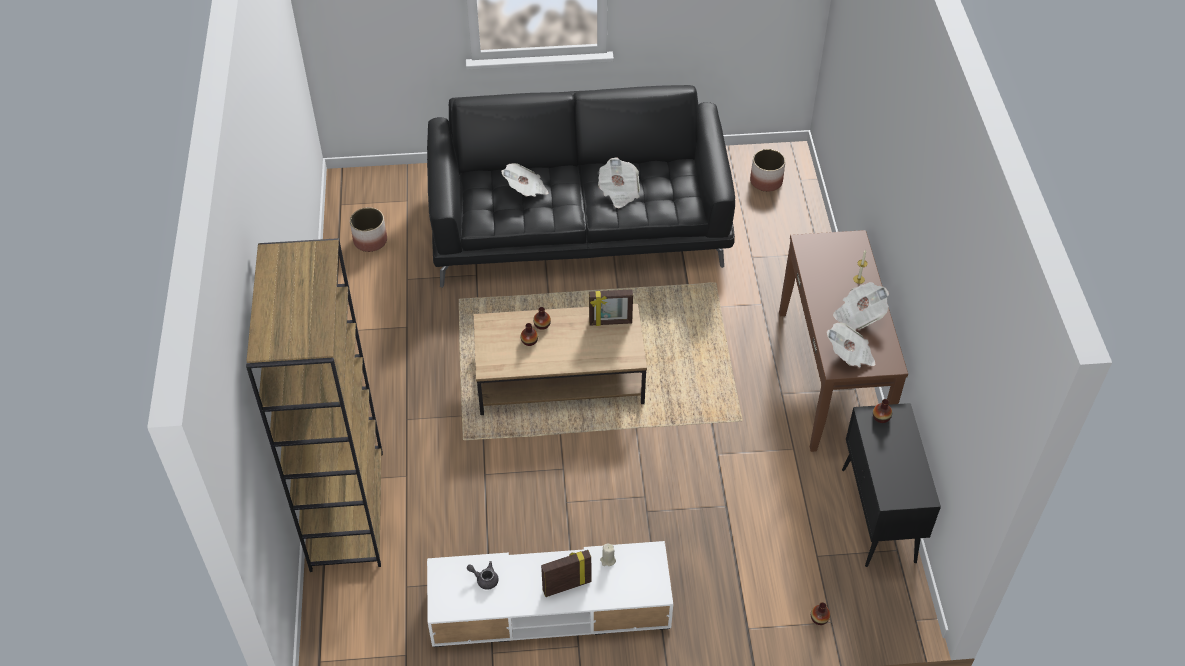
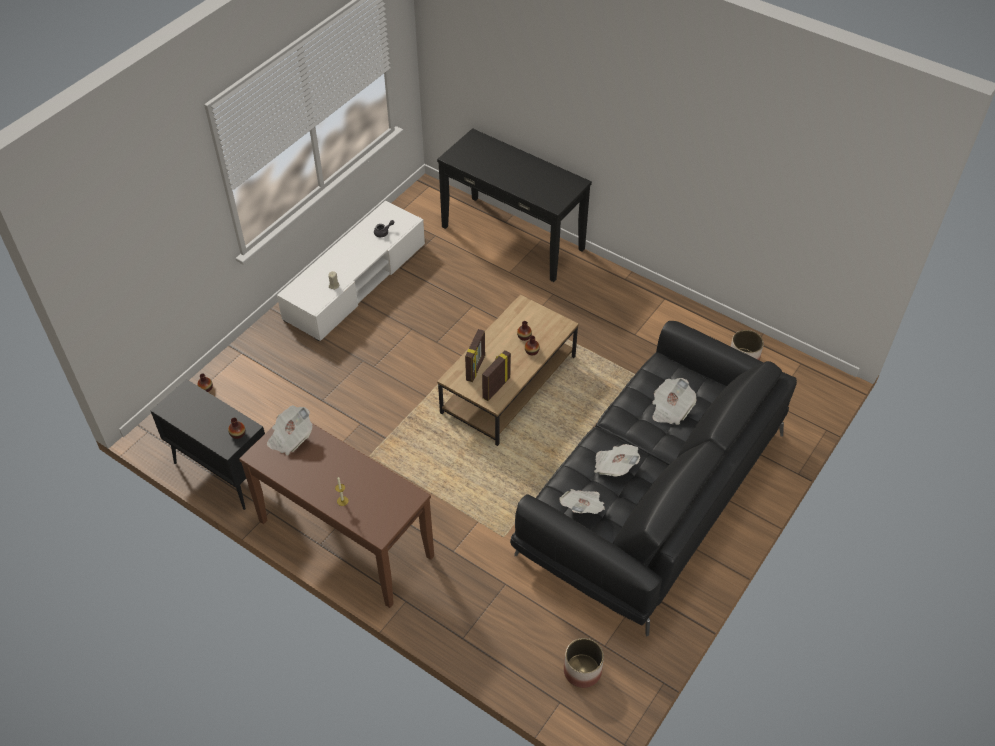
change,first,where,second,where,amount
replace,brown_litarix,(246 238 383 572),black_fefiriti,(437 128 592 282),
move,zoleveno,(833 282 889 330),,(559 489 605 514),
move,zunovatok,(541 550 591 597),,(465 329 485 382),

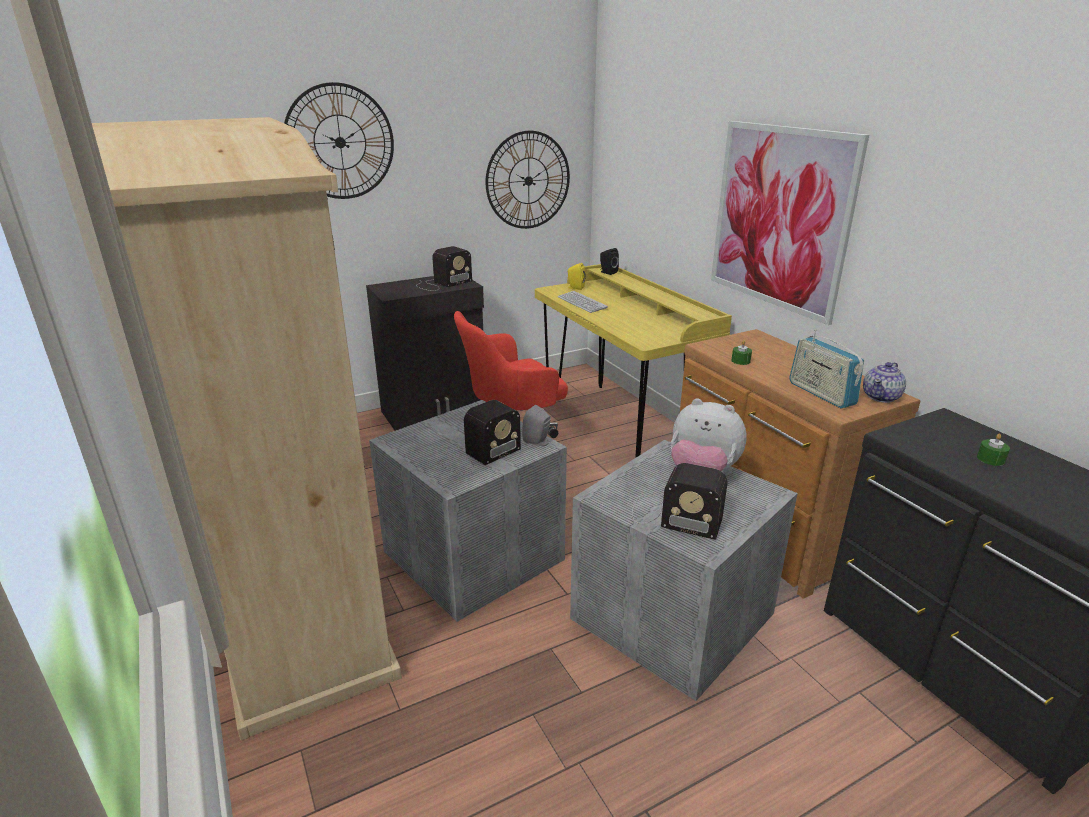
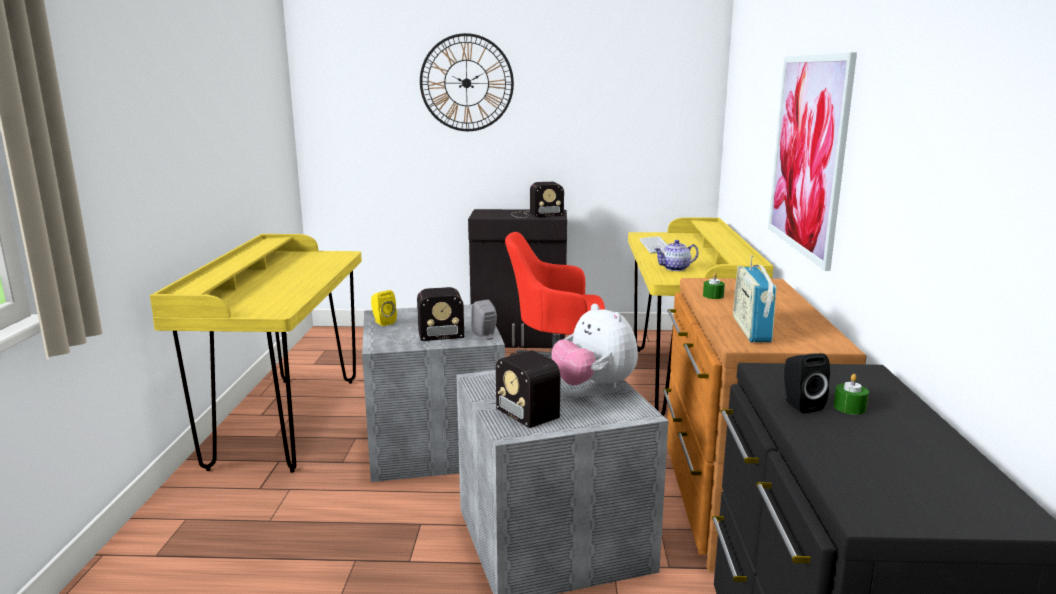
change,first,where,second,where,amount
replace,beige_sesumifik,(92 117 402 740),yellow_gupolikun,(150 234 362 473),
delete,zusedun,(486 131 570 229),,,
move,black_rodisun,(600 248 619 275),,(784 353 830 413),
move,yellow_rodisun,(567 263 586 290),,(371 290 397 326),
move,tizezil,(863 362 906 403),,(654 240 698 271),

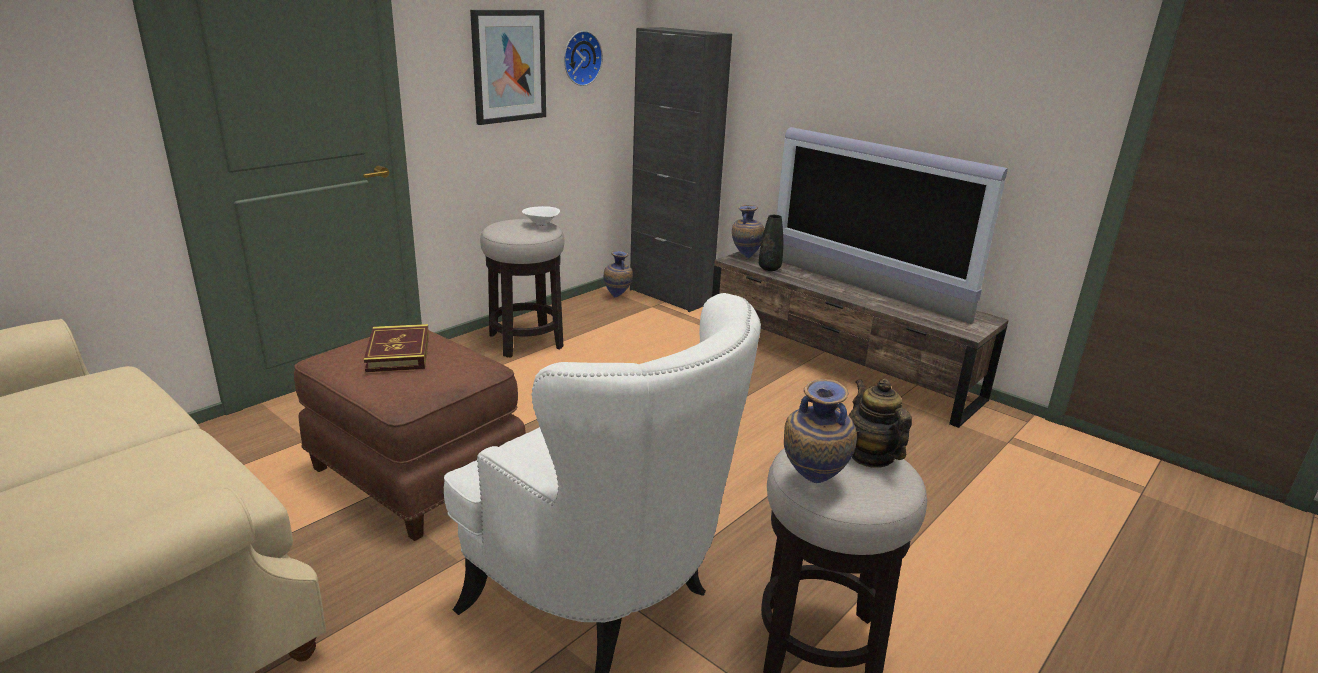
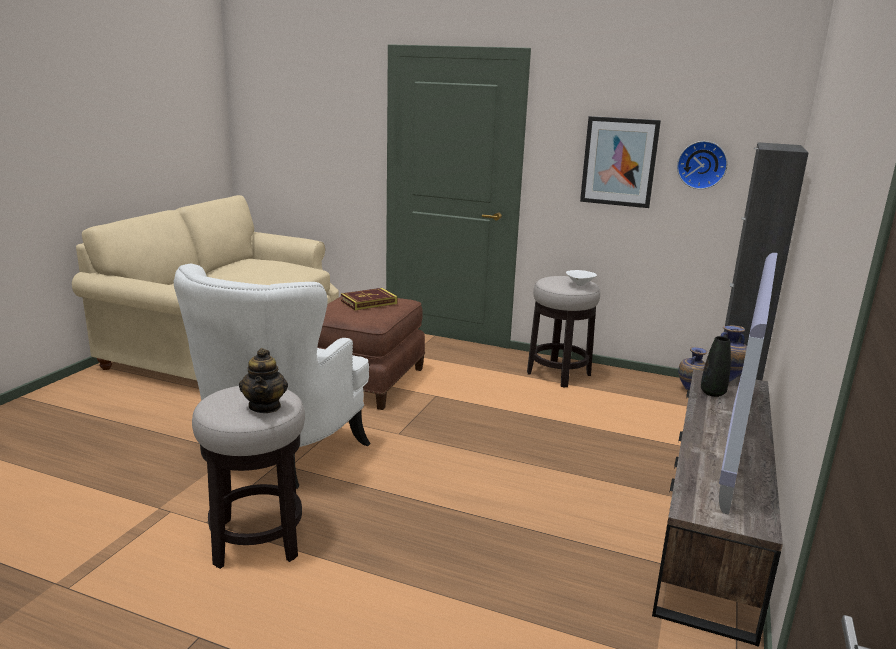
change,first,where,second,where,amount
rotate,tizezil,(848 378 912 468),,(239 348 288 413),120 degrees clockwise
delete,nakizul,(784 379 857 483),,,

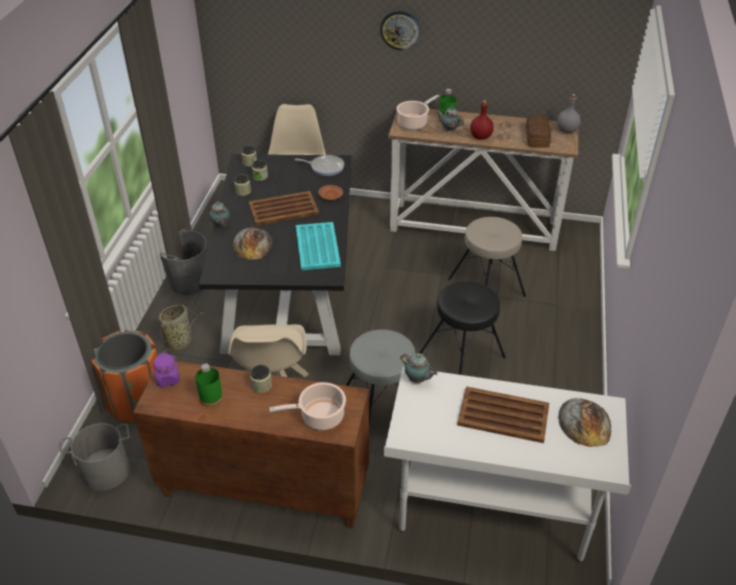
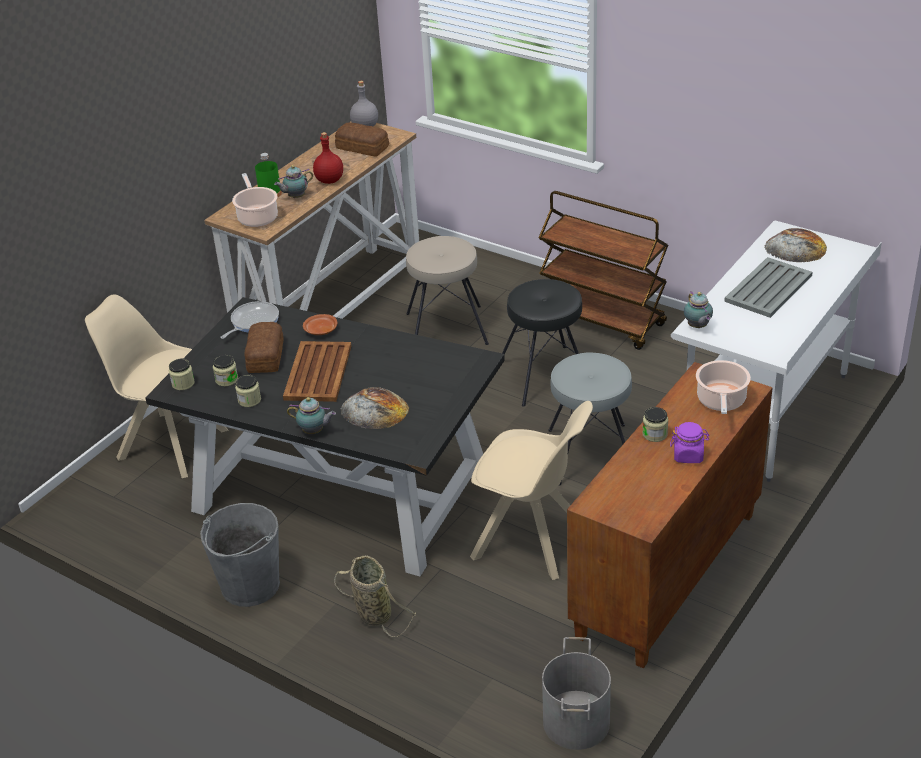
change,first,where,second,where,amount
delete,zusedun,(380 10 421 51),,,
delete,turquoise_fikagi,(296 222 341 270),,,
delete,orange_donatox,(91 330 157 423),,,
move,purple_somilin,(154 352 180 387),,(670 422 709 463),
rotate,tizezil,(400 353 438 383),,(684 292 713 328),105 degrees clockwise
delete,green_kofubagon,(195 363 223 407),,,
recolor,brown_fikagi,(457 386 549 443),grey_fikagi,(724 257 813 318),
insert,,,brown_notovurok,(539 191 668 350),
insert,,,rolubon,(245 322 283 373),

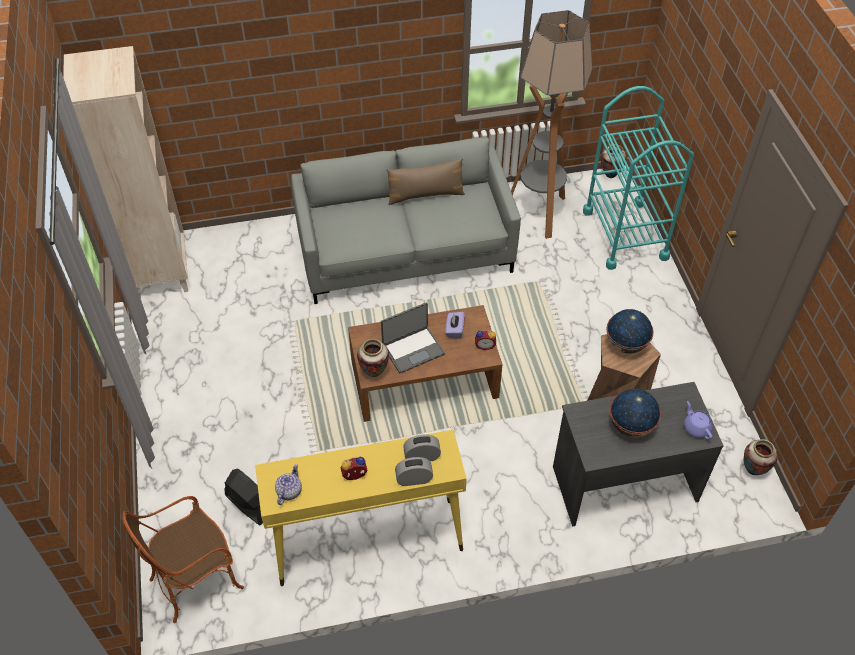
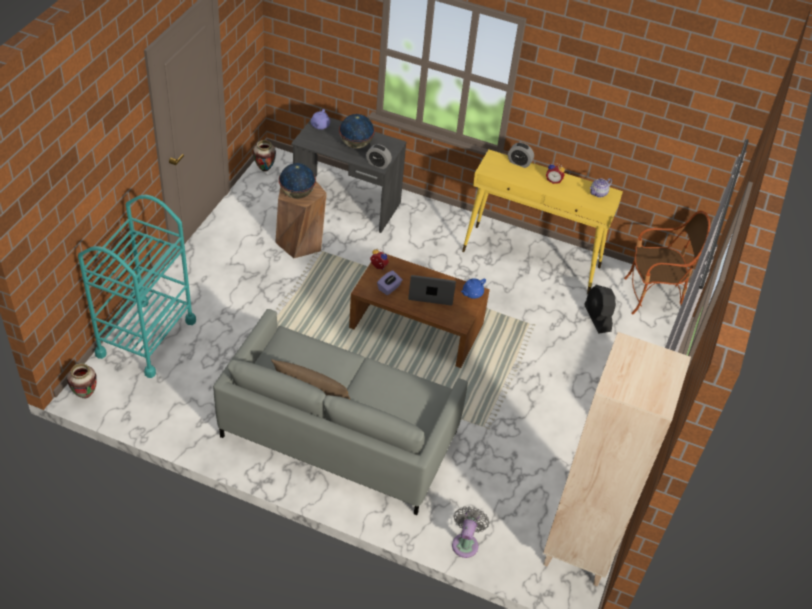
change,first,where,second,where,amount
delete,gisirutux,(511 10 593 239),,,
replace,nakizul,(357 339 389 377),blue_tizezil,(461 278 486 299),
move,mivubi,(403 434 441 461),,(366 144 392 169),
insert,,,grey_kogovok,(452 507 490 558),

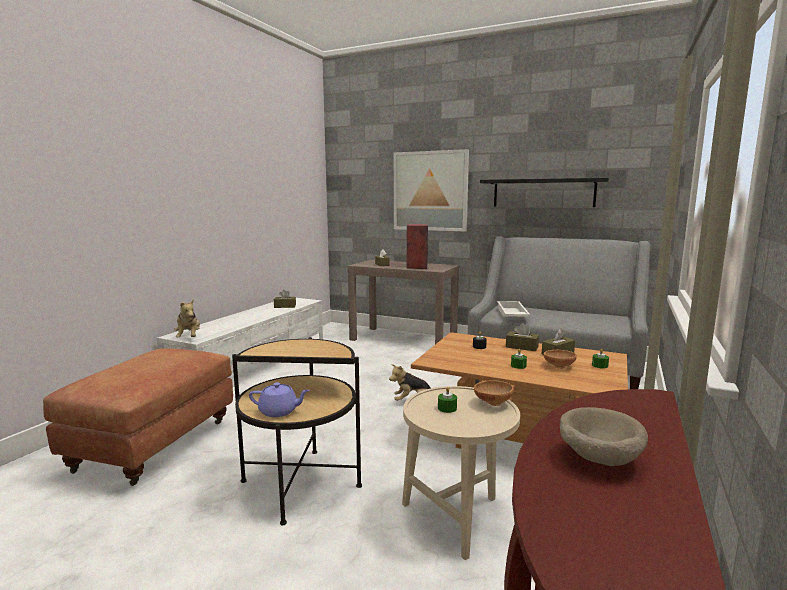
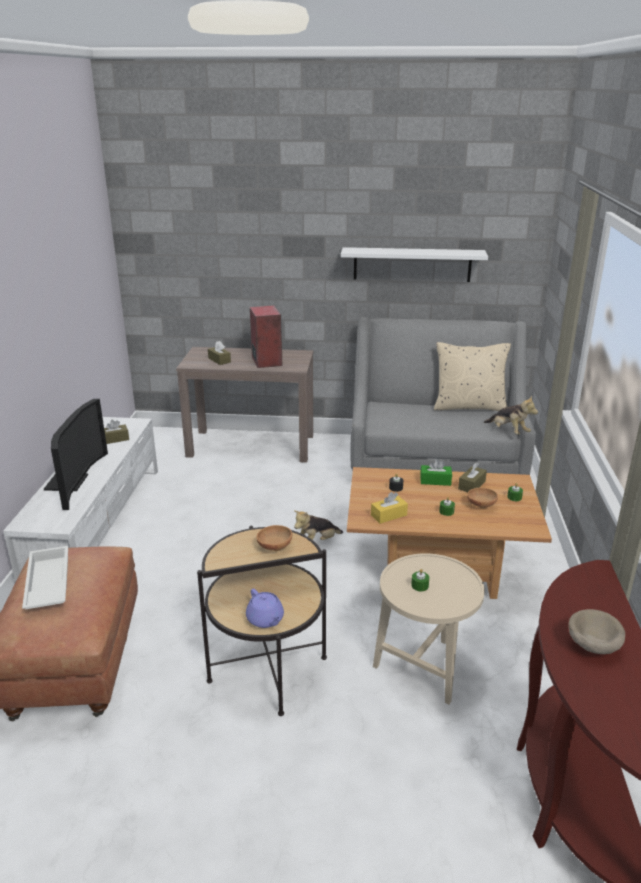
change,first,where,second,where,amount
delete,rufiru,(394 149 469 232),,,
recolor,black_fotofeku,(480 178 609 207),white_fotofeku,(341 247 488 282),
move,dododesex,(174 299 200 337),,(484 396 538 435),
move,white_fikagi,(497 301 530 317),,(22 546 68 610),
recolor,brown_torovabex,(506 323 539 351),green_torovabex,(420 459 452 486),
move,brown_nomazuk,(474 380 514 406),,(257 525 292 551),
rotate,purple_tizezil,(249 382 310 417),,(246 589 284 628),75 degrees clockwise
insert,,,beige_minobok,(434 342 511 411),
insert,,,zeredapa,(44 399 108 510),
insert,,,yellow_torovabex,(371 492 408 524),

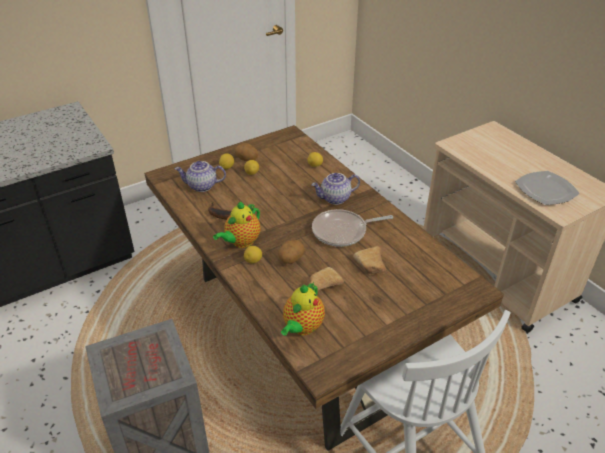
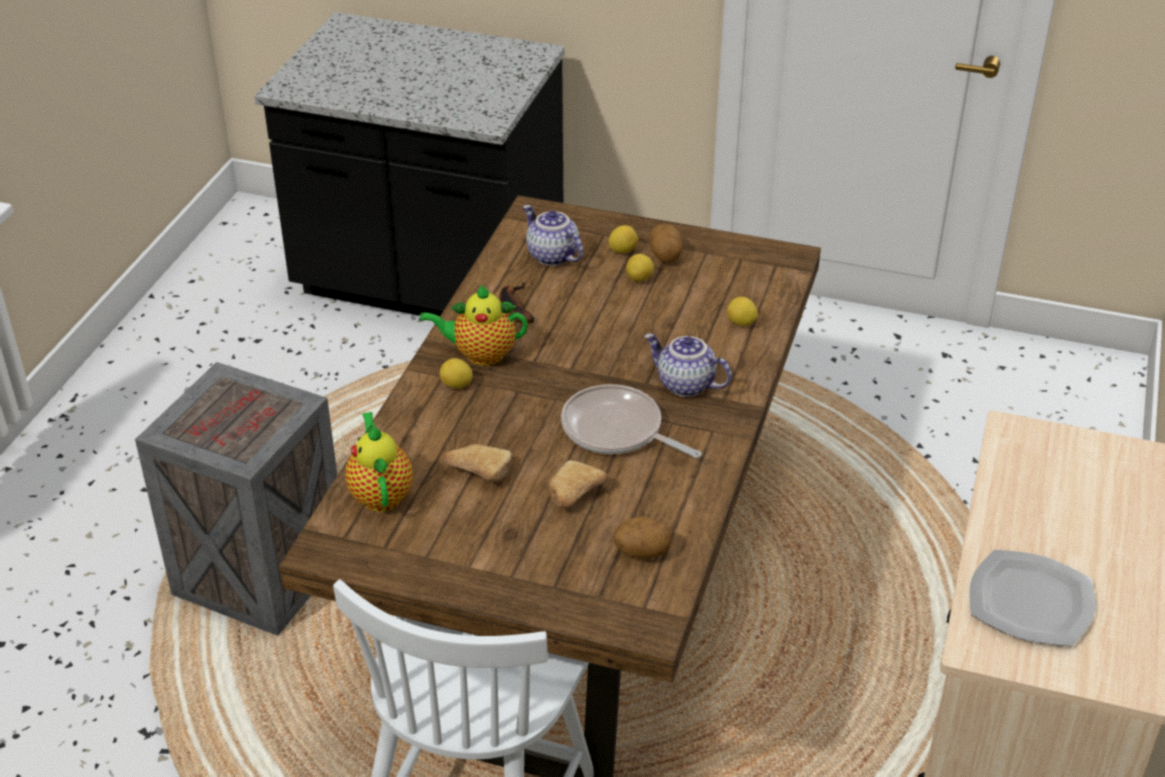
change,first,where,second,where,amount
move,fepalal,(278 240 305 264),,(614 517 673 559),
rotate,tizezil,(281 282 325 336),,(345 412 413 512),90 degrees clockwise

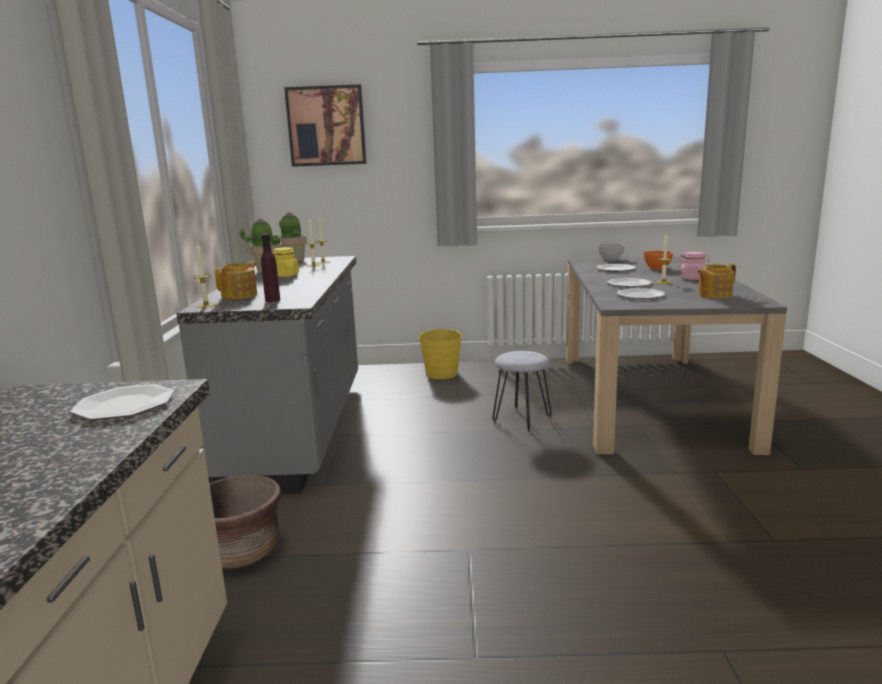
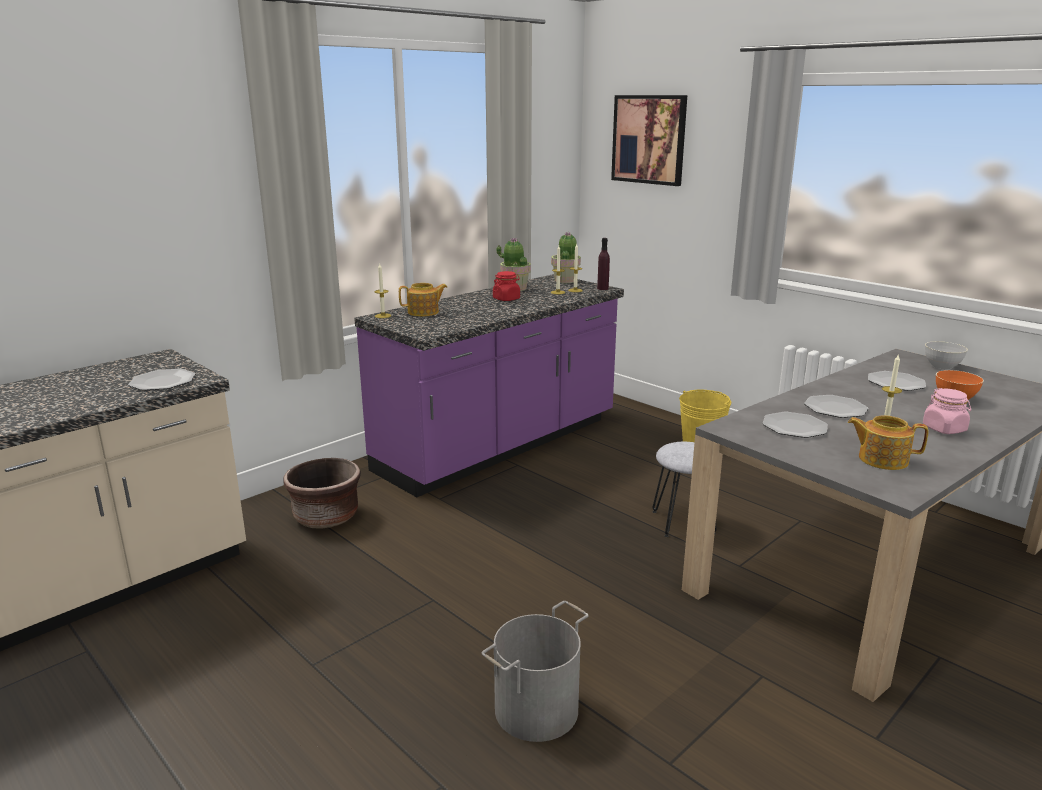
change,first,where,second,where,amount
move,purple_kofubagon,(261 234 280 302),,(597 238 610 290),
recolor,yellow_somilin,(273 247 299 277),red_somilin,(493 271 520 301),
recolor,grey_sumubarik,(177 256 358 494),purple_sumubarik,(354 274 624 497),
insert,,,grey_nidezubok,(482 601 589 742),

